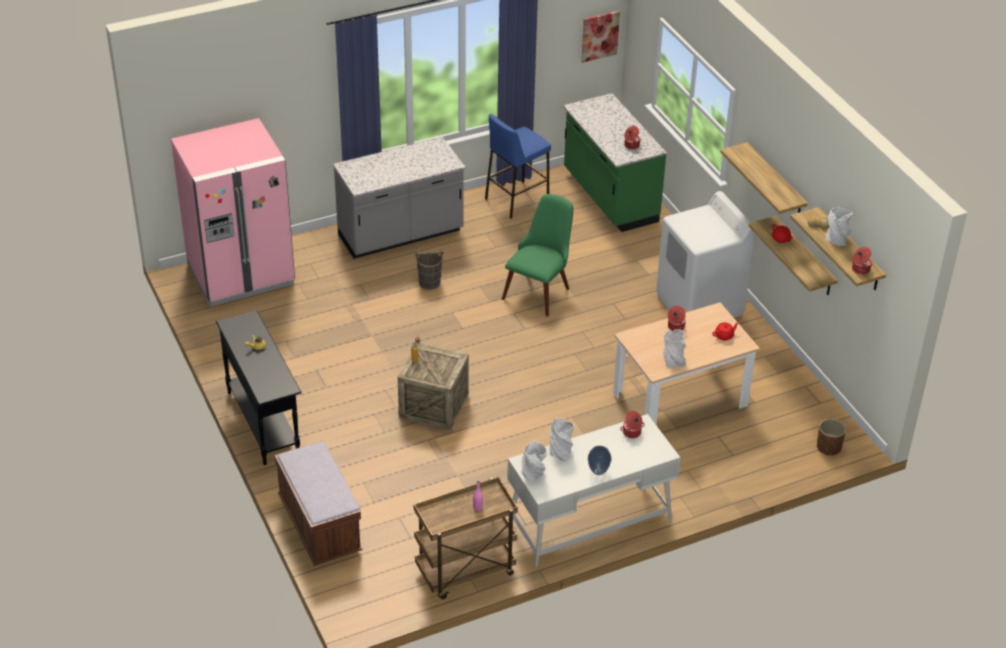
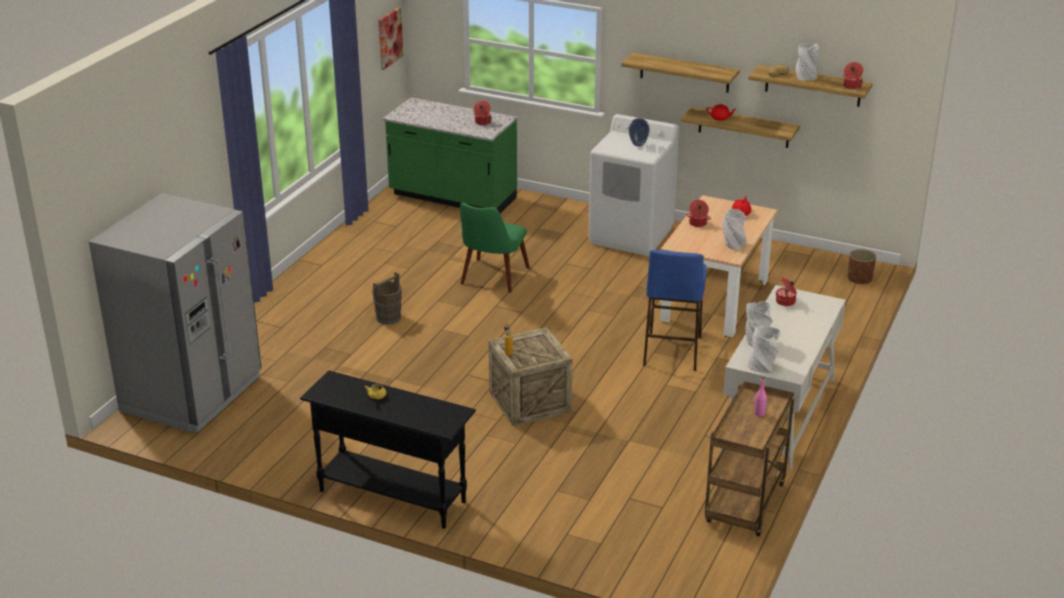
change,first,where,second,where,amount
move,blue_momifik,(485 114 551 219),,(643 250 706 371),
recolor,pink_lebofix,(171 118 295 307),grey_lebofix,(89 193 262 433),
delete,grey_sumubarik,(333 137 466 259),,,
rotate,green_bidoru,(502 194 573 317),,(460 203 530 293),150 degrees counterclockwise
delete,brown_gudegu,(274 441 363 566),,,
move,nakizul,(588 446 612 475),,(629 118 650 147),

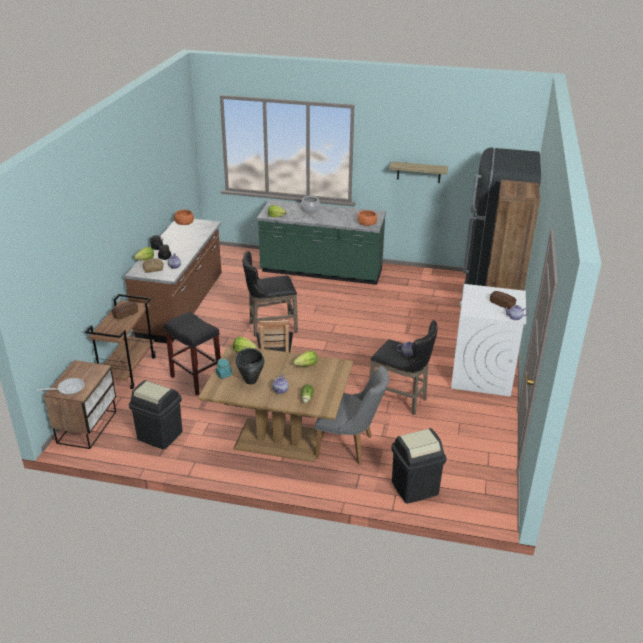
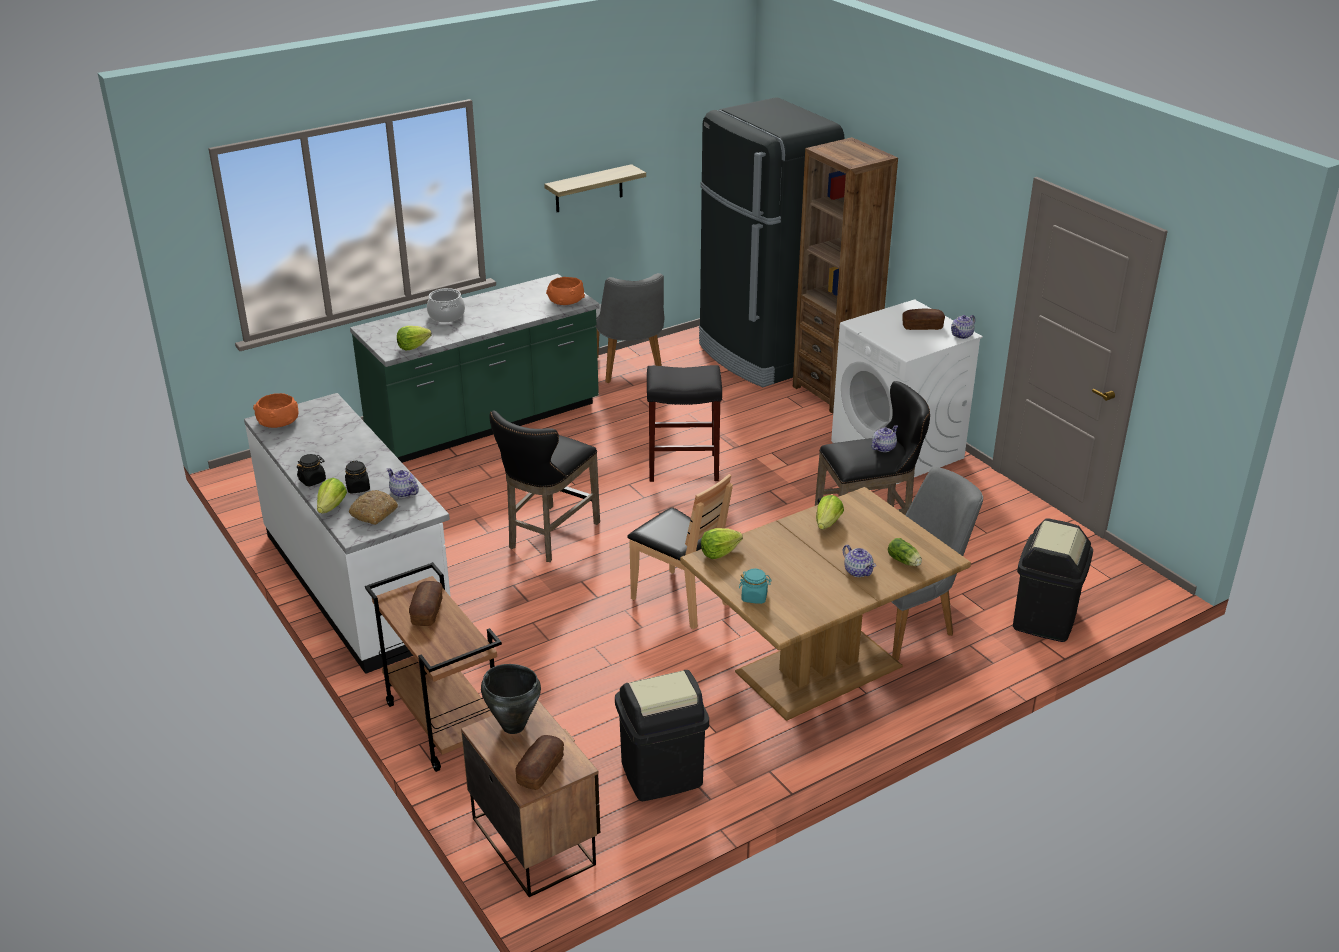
change,first,where,second,where,amount
recolor,brown_sumubarik,(124 219 222 343),white_sumubarik,(244 393 451 674),
move,black_momifik,(164 312 221 395),,(647 365 722 482),
move,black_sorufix,(236 348 264 384),,(481 664 541 734),
replace,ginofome,(37 378 84 395),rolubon,(515 735 564 790),
insert,,,grey_bidoru,(596 273 665 383),

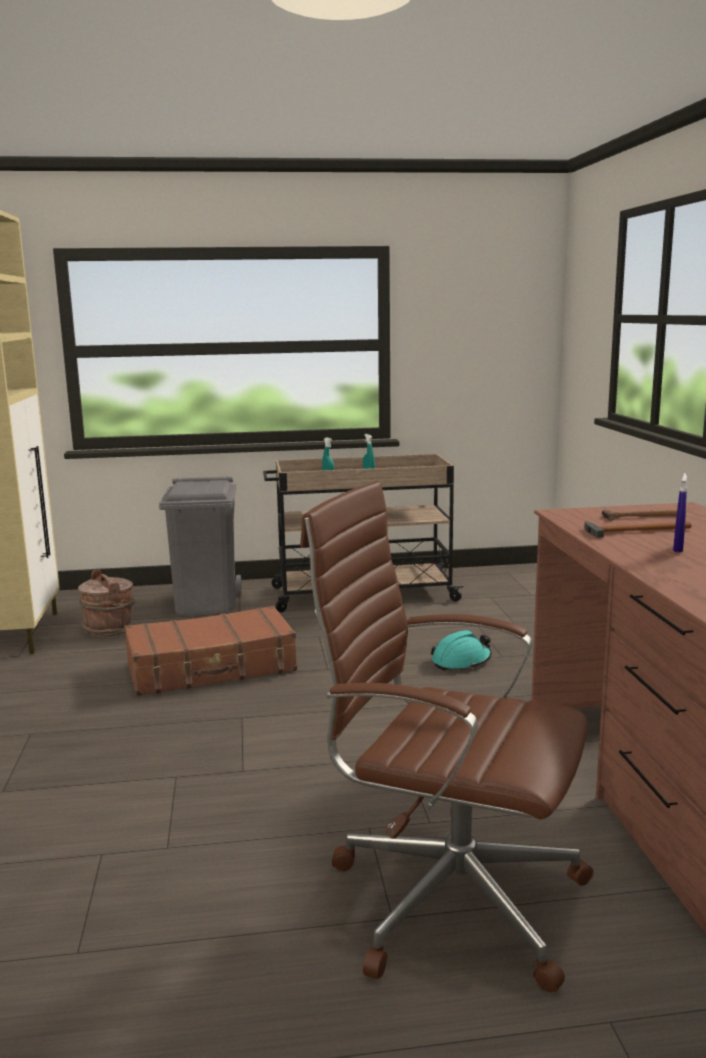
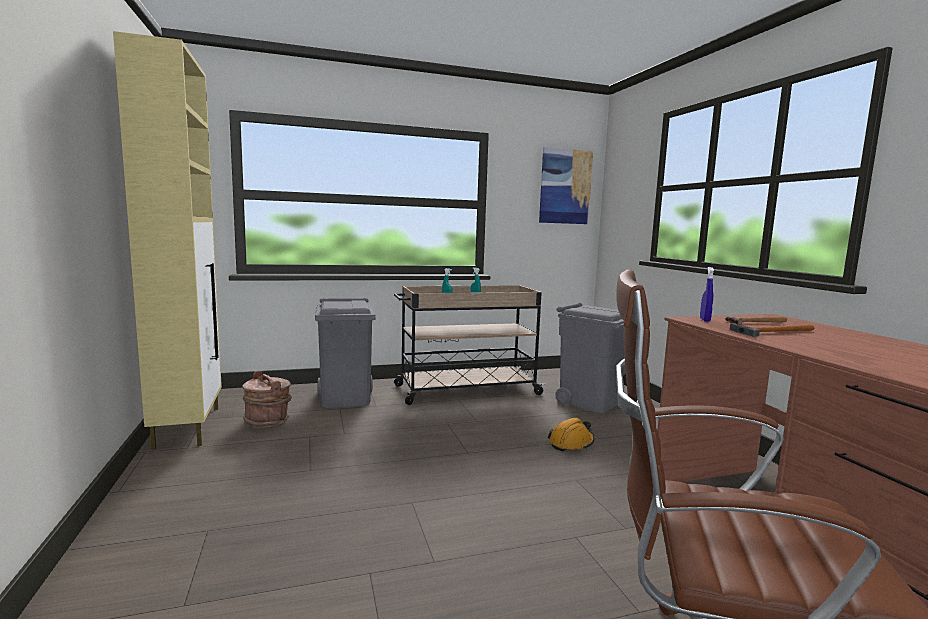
change,first,where,second,where,amount
move,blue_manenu,(673 473 687 552),,(700 267 714 322),
delete,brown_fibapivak,(124 606 297 696),,,
recolor,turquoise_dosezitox,(431 630 492 671),orange_dosezitox,(548 418 595 451),
insert,,,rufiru,(539 147 593 224),
insert,,,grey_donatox,(555 303 625 413),

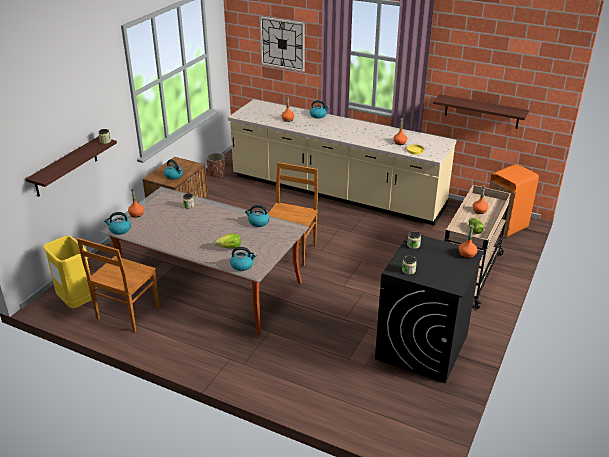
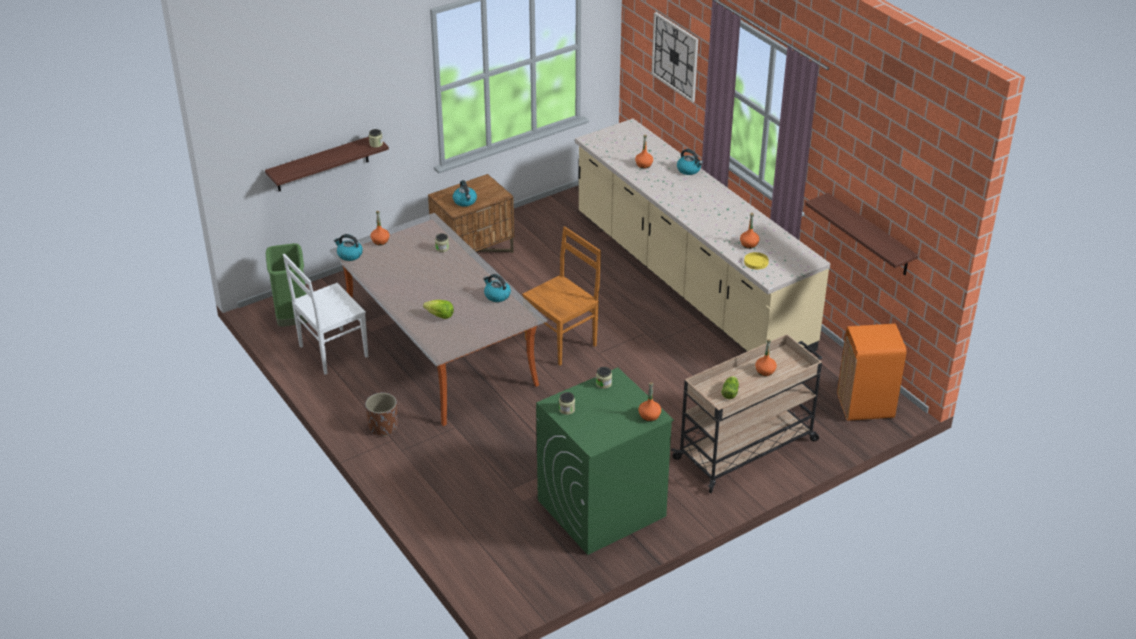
change,first,where,second,where,amount
move,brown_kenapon,(206 153 225 177),,(365 393 398 436),
recolor,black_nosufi,(375 234 484 383),green_nosufi,(536 367 674 555),
recolor,yellow_donatox,(43 236 92 308),green_donatox,(266 243 308 327),
recolor,brown_bidoru,(77 238 159 332),white_bidoru,(283 254 368 375),
delete,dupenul,(230 247 257 271),,,

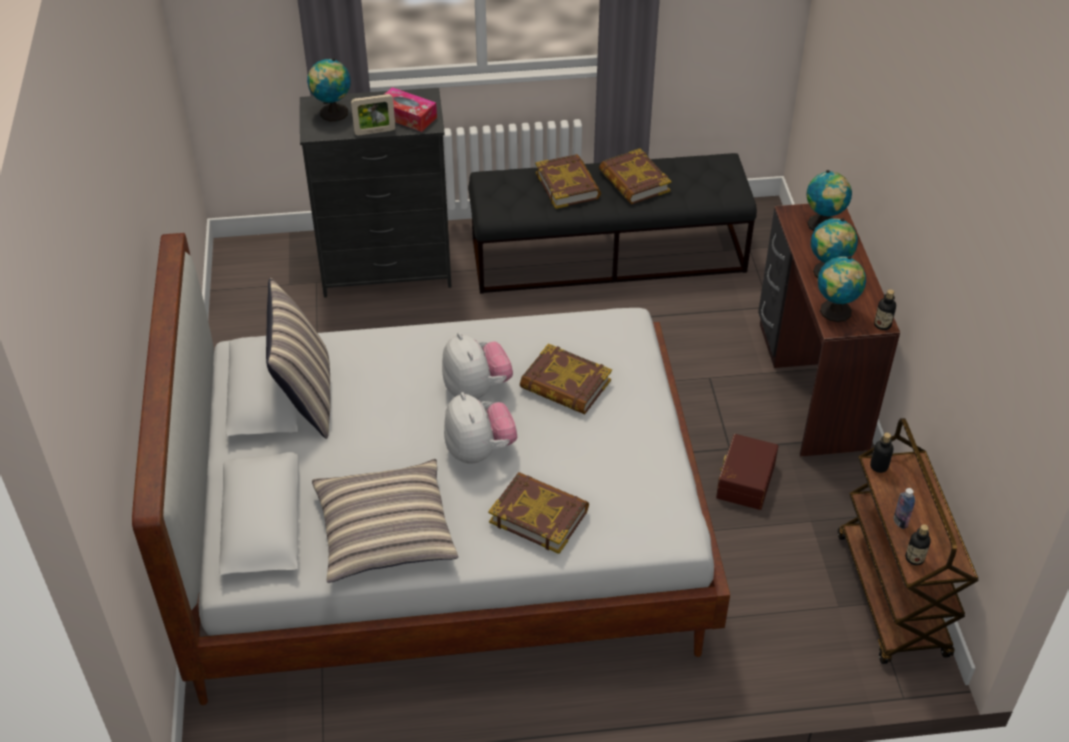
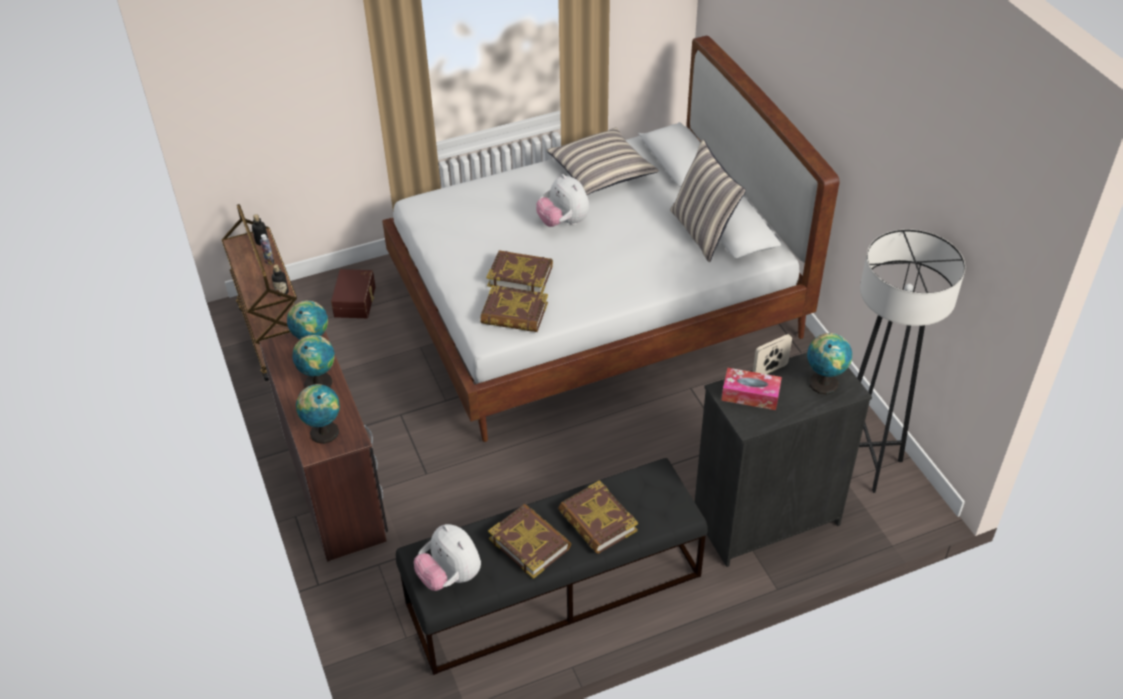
change,first,where,second,where,amount
delete,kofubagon,(874 289 896 330),,,
move,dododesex,(442 332 513 399),,(414 524 481 591),
move,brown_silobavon,(716 434 778 510),,(331 269 376 318),
move,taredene,(488 472 589 554),,(480 286 548 332),
insert,,,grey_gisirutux,(857 229 965 493),

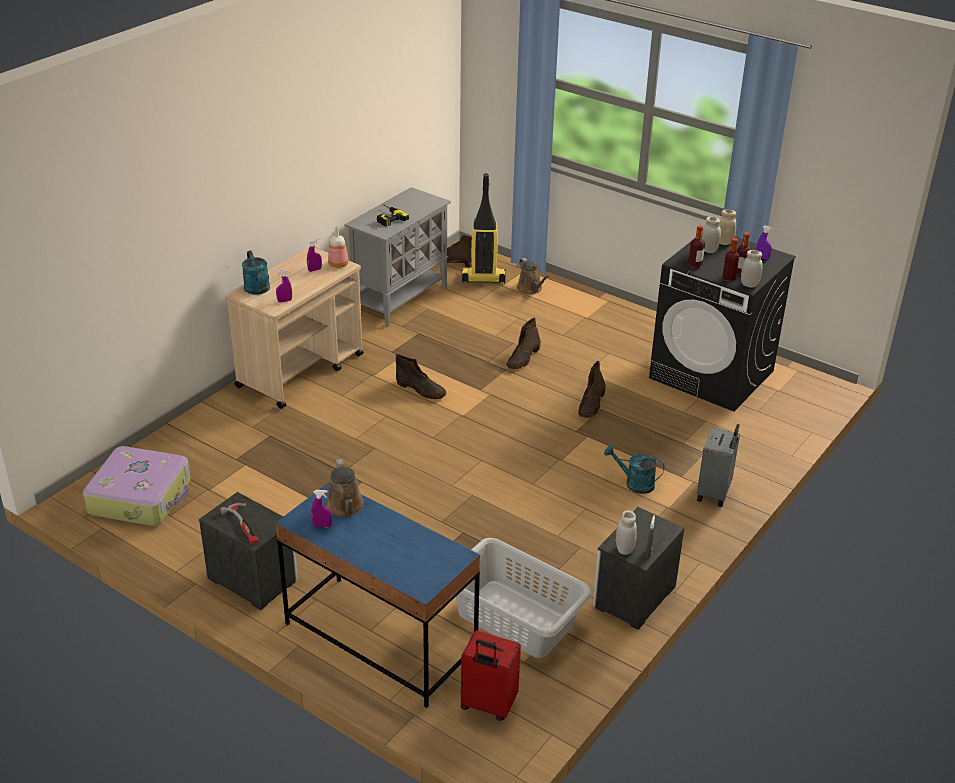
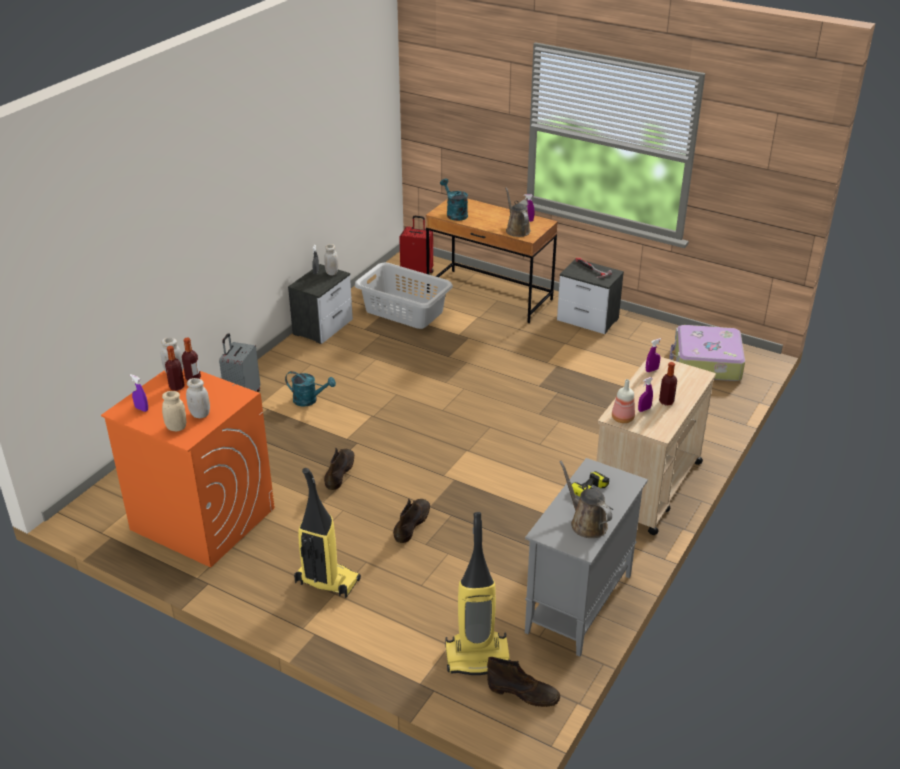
change,first,where,second,where,amount
move,kofubagon,(688 225 705 268),,(659 362 677 406),
recolor,black_nosufi,(649 237 796 412),orange_nosufi,(101 368 275 568),
move,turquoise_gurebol,(242 251 270 295),,(440 179 468 221),
move,brown_gurebol,(517 258 549 294),,(559 461 612 538),
delete,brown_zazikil,(396 354 446 399),,,
recolor,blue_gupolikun,(275 482 480 708),brown_gupolikun,(426 198 558 323),
insert,,,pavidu,(294 468 361 598),

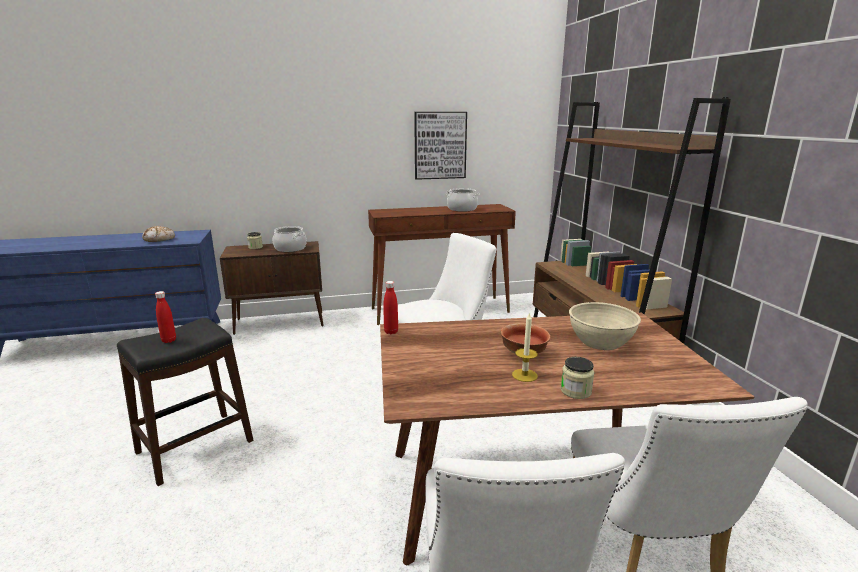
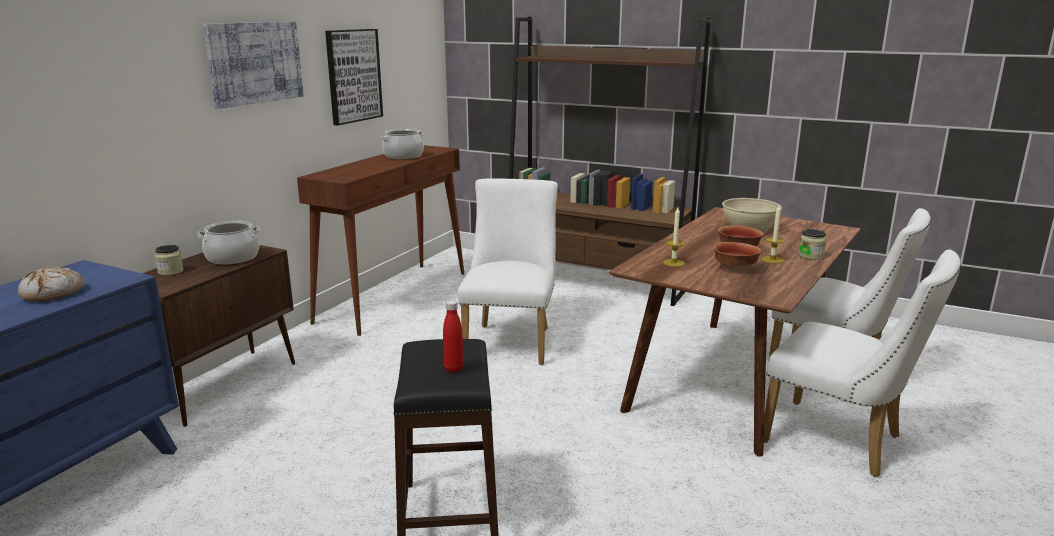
change,first,where,second,where,amount
delete,red_kofubagon,(383 281 398 334),,,
insert,,,rufiru,(203 22 304 109),
insert,,,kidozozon,(663 207 685 267),
insert,,,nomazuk,(714 242 761 272),

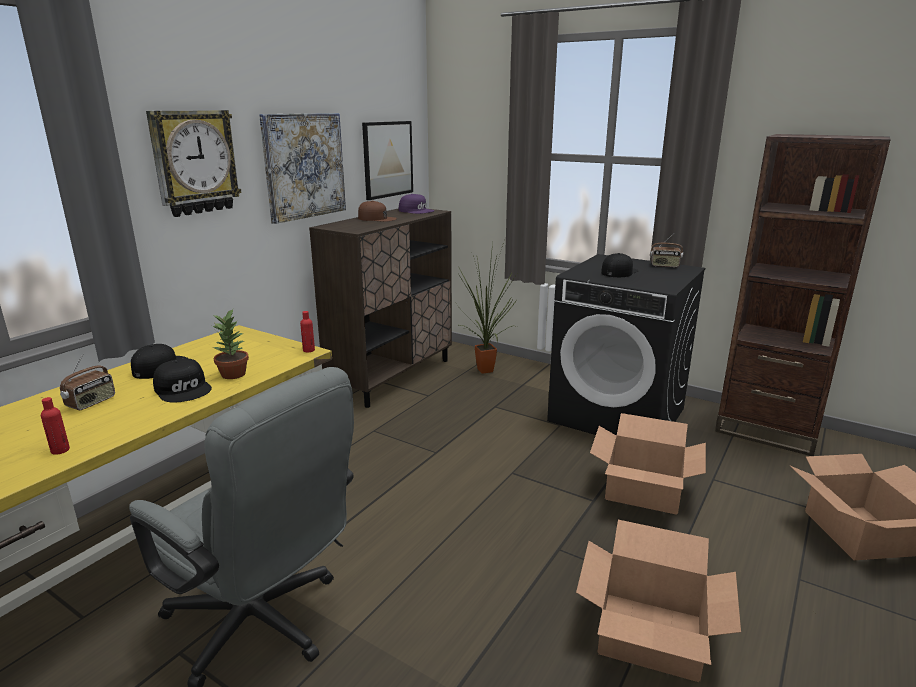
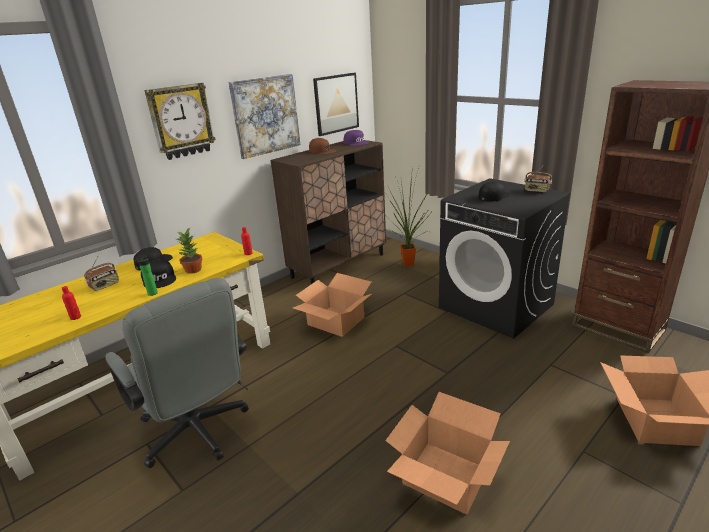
change,first,where,second,where,amount
move,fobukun,(590 413 706 515),,(293 273 371 337),
insert,,,kofubagon,(134 255 158 296),

